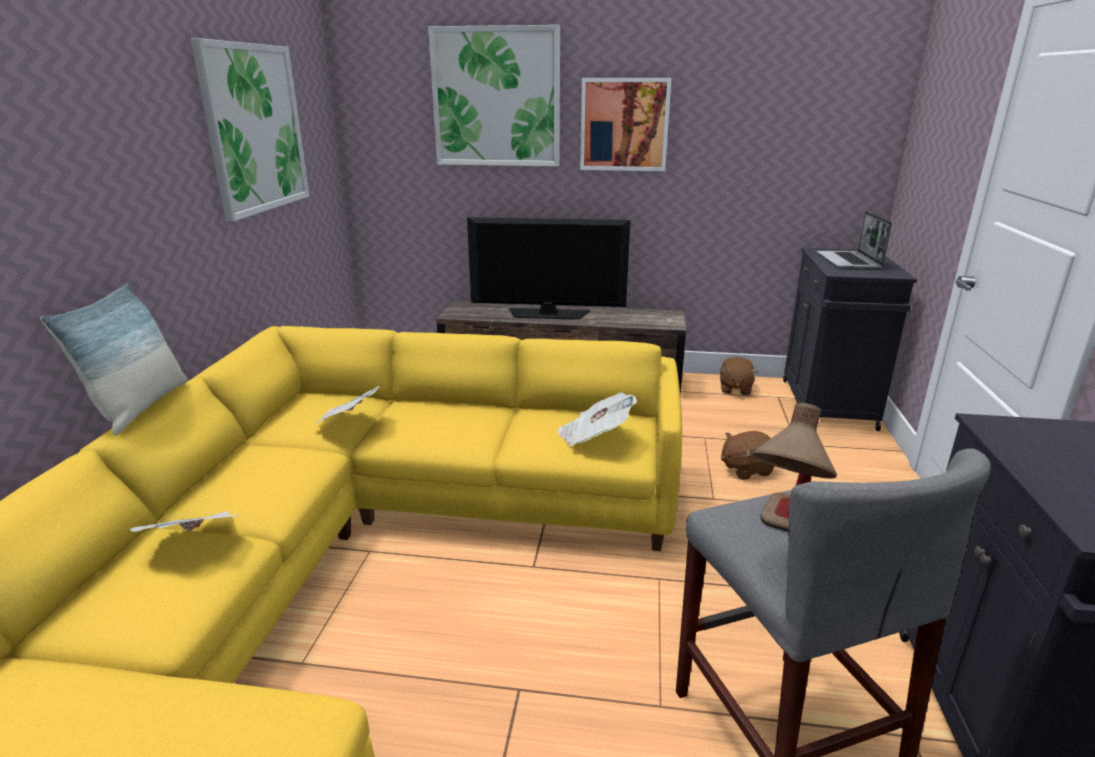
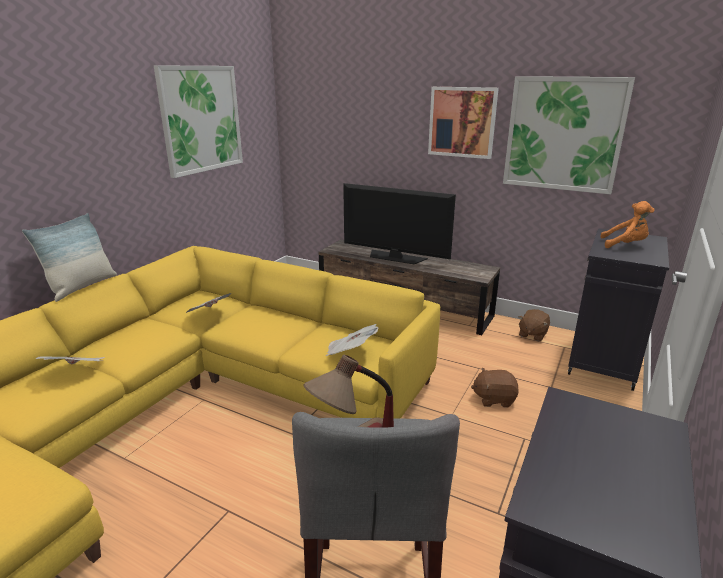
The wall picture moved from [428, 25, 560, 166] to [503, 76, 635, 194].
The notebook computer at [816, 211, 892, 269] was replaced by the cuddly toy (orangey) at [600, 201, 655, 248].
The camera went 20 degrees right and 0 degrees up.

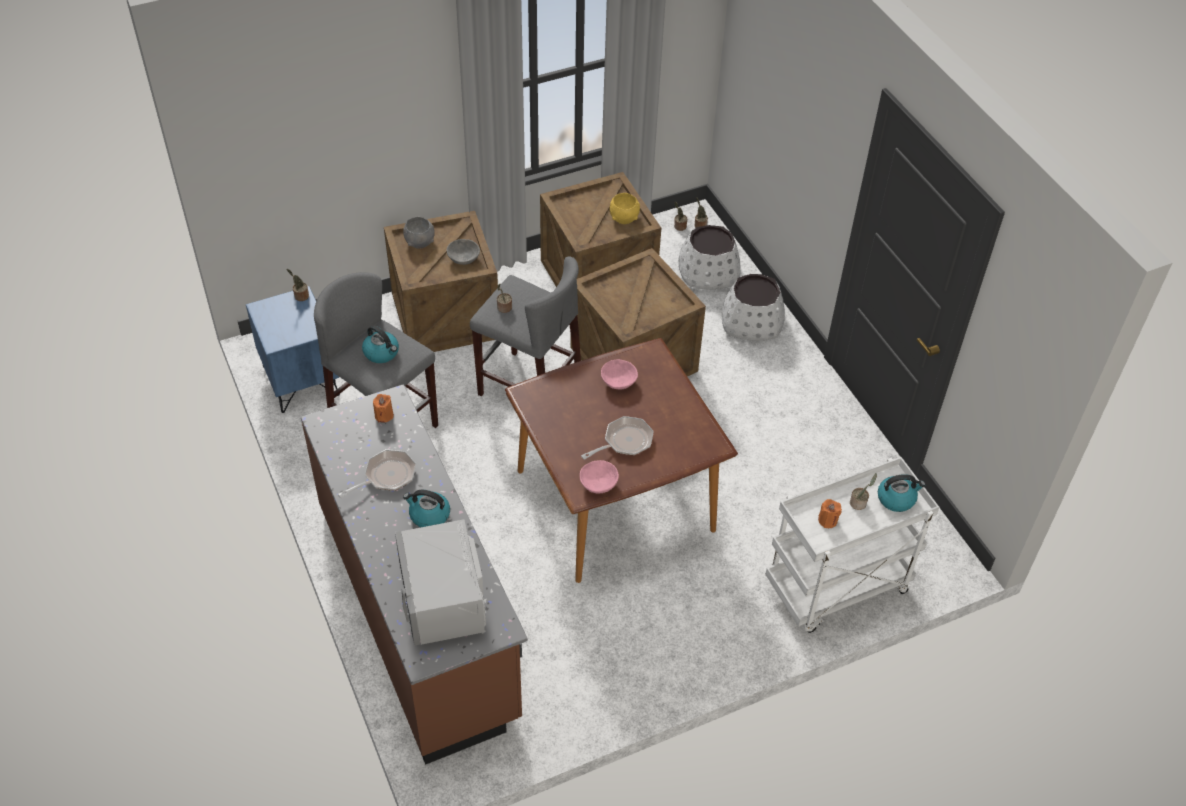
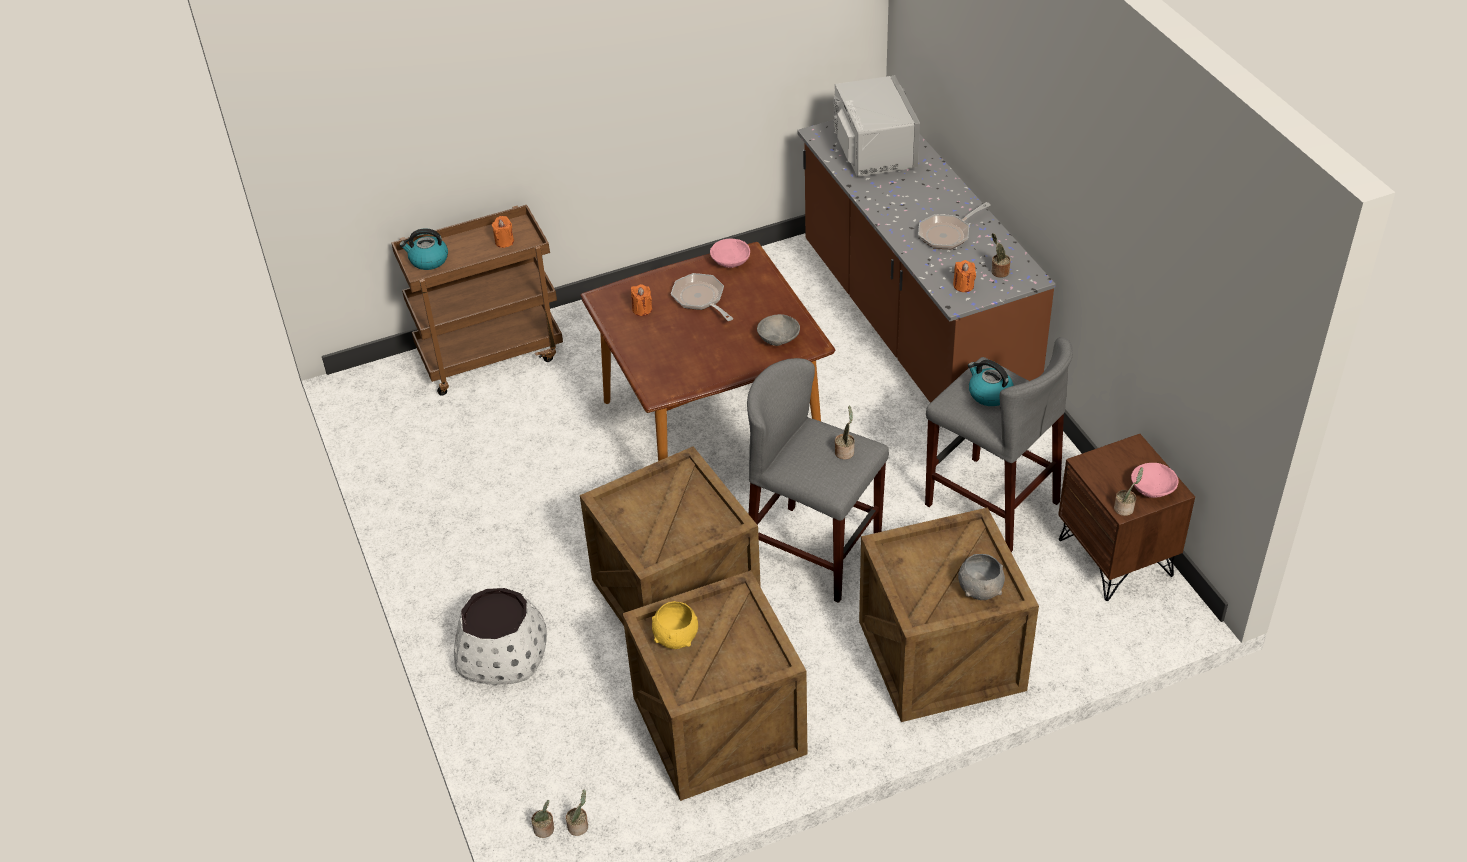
The cart (white) at [765, 457, 939, 633] became the cart (brown) at [391, 205, 563, 396].
The candle (orangey) at [631, 284, 652, 316] appeared.
The pan at [581, 416, 654, 460] turned 90 degrees clockwise.
The deep dish (gray) moved from [447, 239, 480, 265] to [757, 314, 800, 346].
The potted plant moved from [850, 473, 877, 510] to [991, 233, 1011, 277].
The night table (blue) at [246, 286, 340, 413] became the night table (brown) at [1058, 434, 1195, 601].
The deep dish (pink) moved from [601, 359, 638, 389] to [1131, 463, 1178, 498].
The kettle at [403, 490, 450, 527] disappeared.
The plant pot (white) at [679, 225, 741, 290] disappeared.
The camera went 175 degrees left and 5 degrees down.

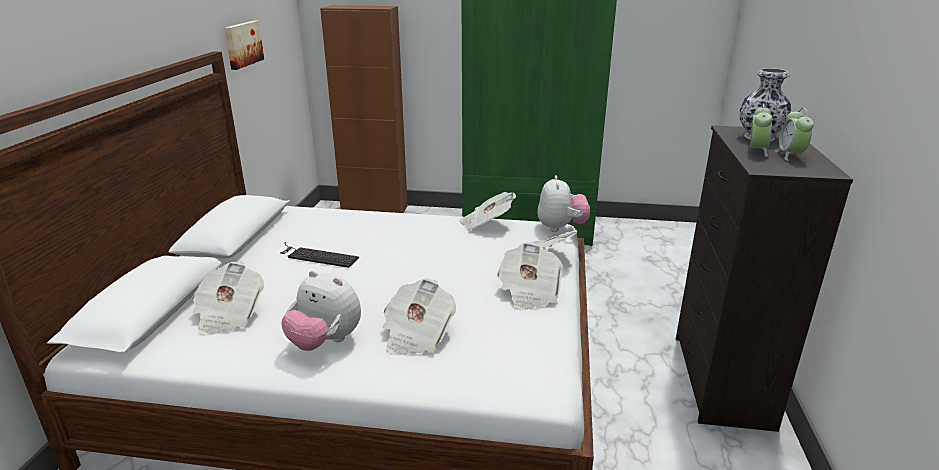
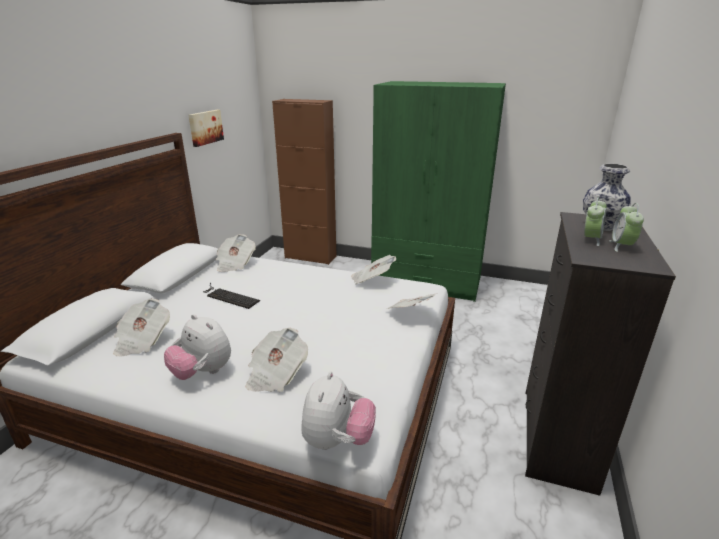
The daily paper moved from [497, 242, 563, 310] to [216, 234, 256, 272].
The cuddly toy moved from [537, 175, 590, 232] to [301, 371, 376, 450].
The camera went 10 degrees right and 0 degrees up.

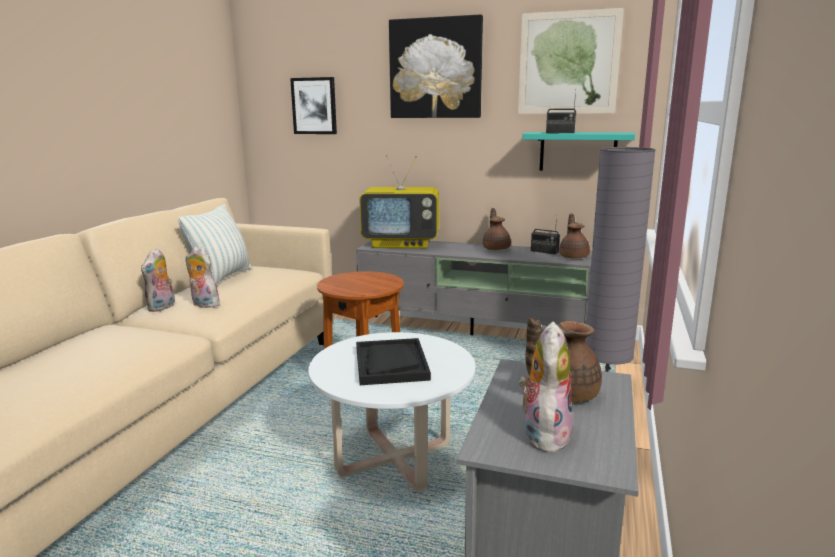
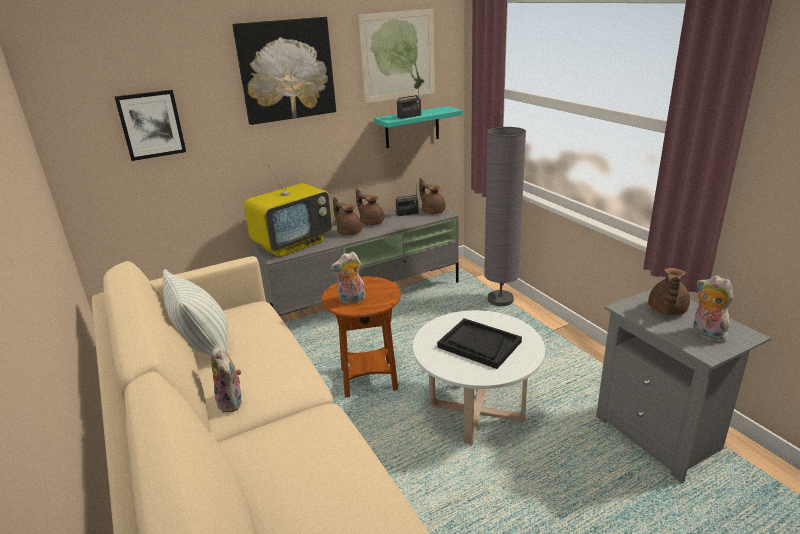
The cuddly toy moved from [185, 247, 220, 308] to [331, 252, 365, 304].
The tea pot (brown) at [333, 197, 362, 236] appeared.
The camera went 45 degrees left and 10 degrees up.

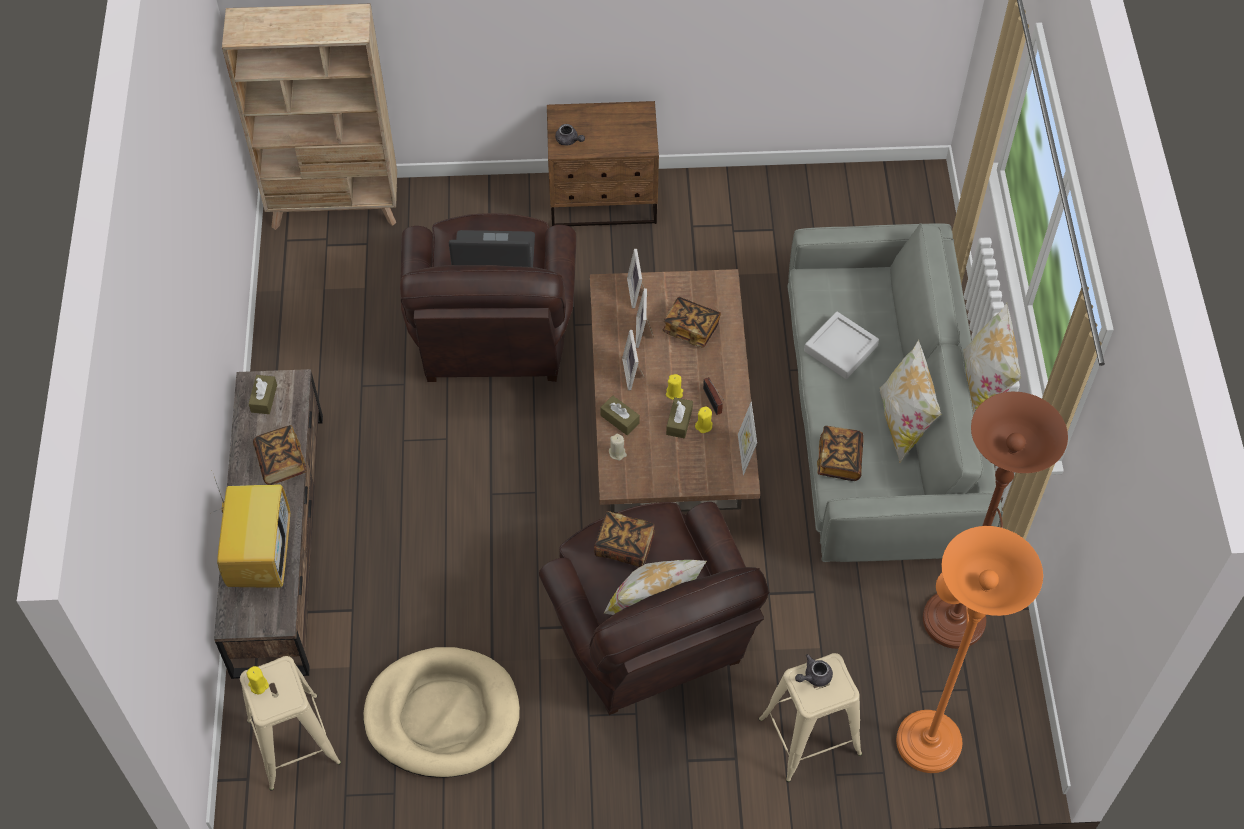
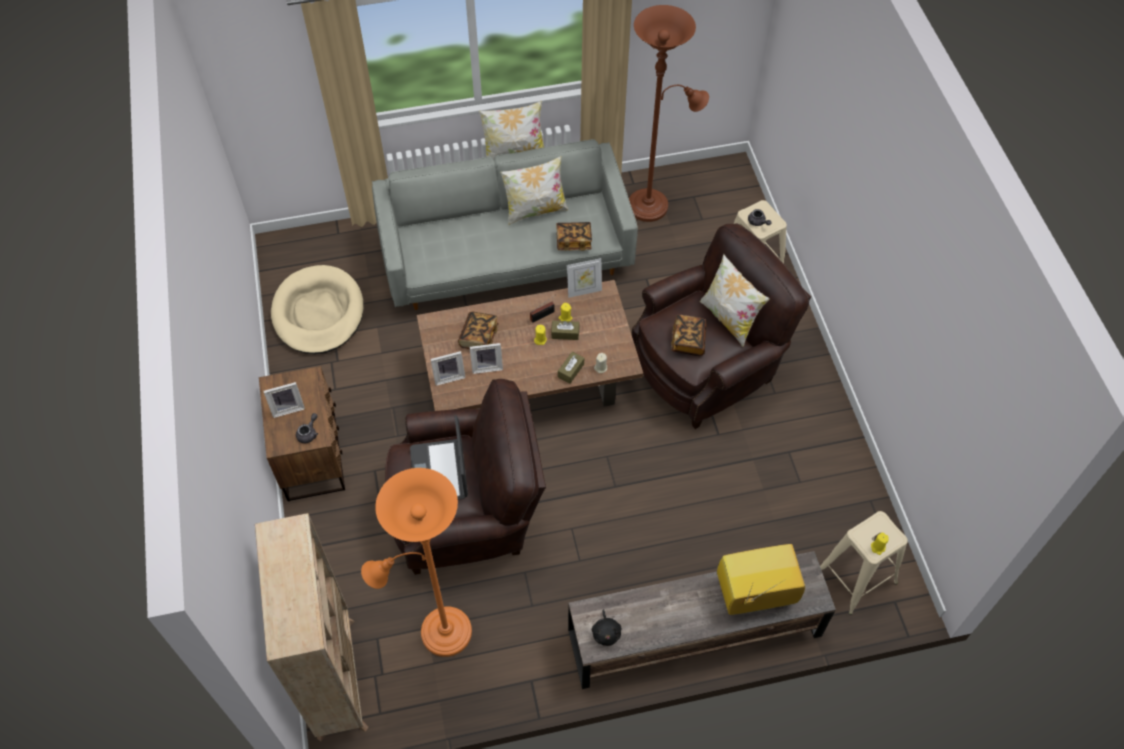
The picture frame moved from [622, 330, 644, 390] to [263, 382, 305, 418].
The pet bed (beige-coloured) moved from [363, 647, 520, 778] to [271, 265, 364, 354].
The floor lamp (orangey) moved from [896, 526, 1043, 773] to [361, 468, 472, 657].
The tissue holder (brown) at [249, 375, 277, 414] was replaced by the cuddly toy (black) at [592, 609, 622, 646].
The bound book at [253, 425, 306, 485] disappeared.
The serving tray (gray) at [804, 311, 879, 379] disappeared.
The camera went 100 degrees left and 0 degrees up.

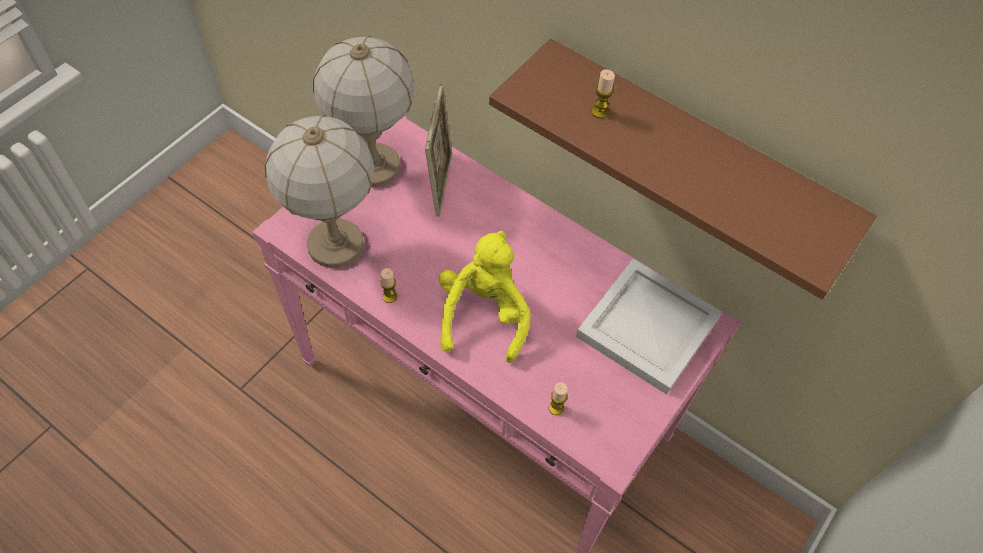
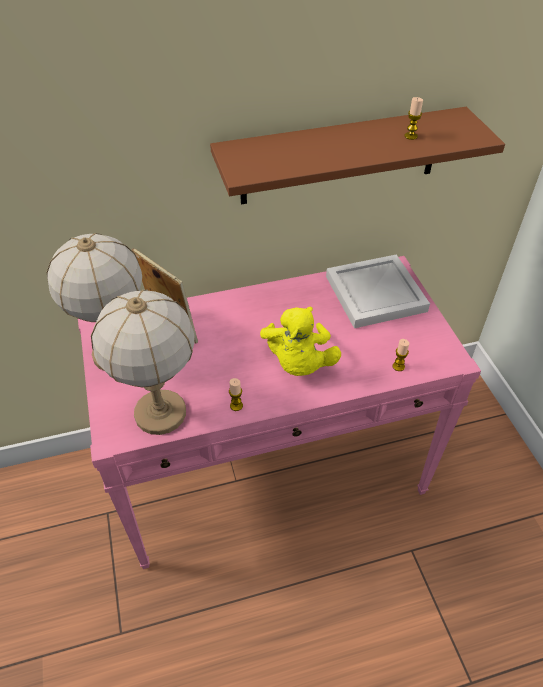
The cuddly toy (yellow-coloured) at [439, 231, 531, 363] turned 135 degrees counterclockwise.
The candle moved from [592, 69, 615, 118] to [404, 97, 423, 140].
The camera went 50 degrees left and 10 degrees down.

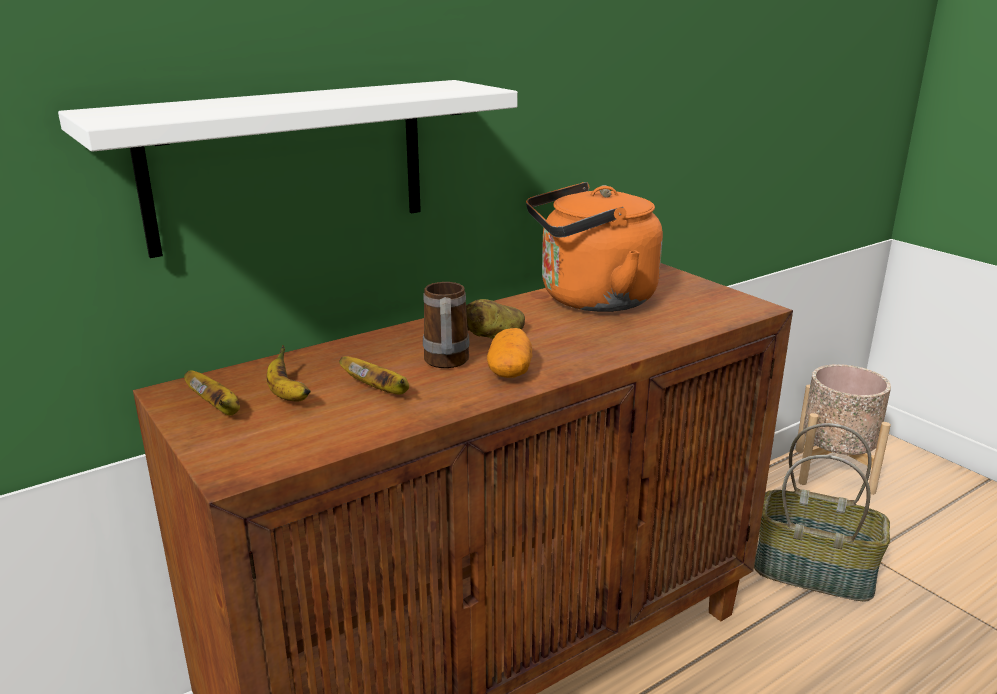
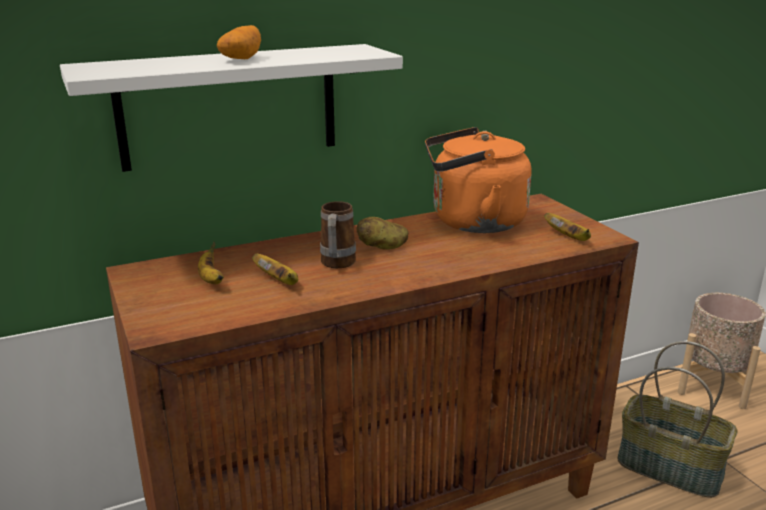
The whole potato moved from [487, 328, 532, 378] to [217, 25, 261, 59].
The banana moved from [184, 370, 240, 416] to [544, 213, 591, 241].
The camera went 10 degrees right and 0 degrees up.

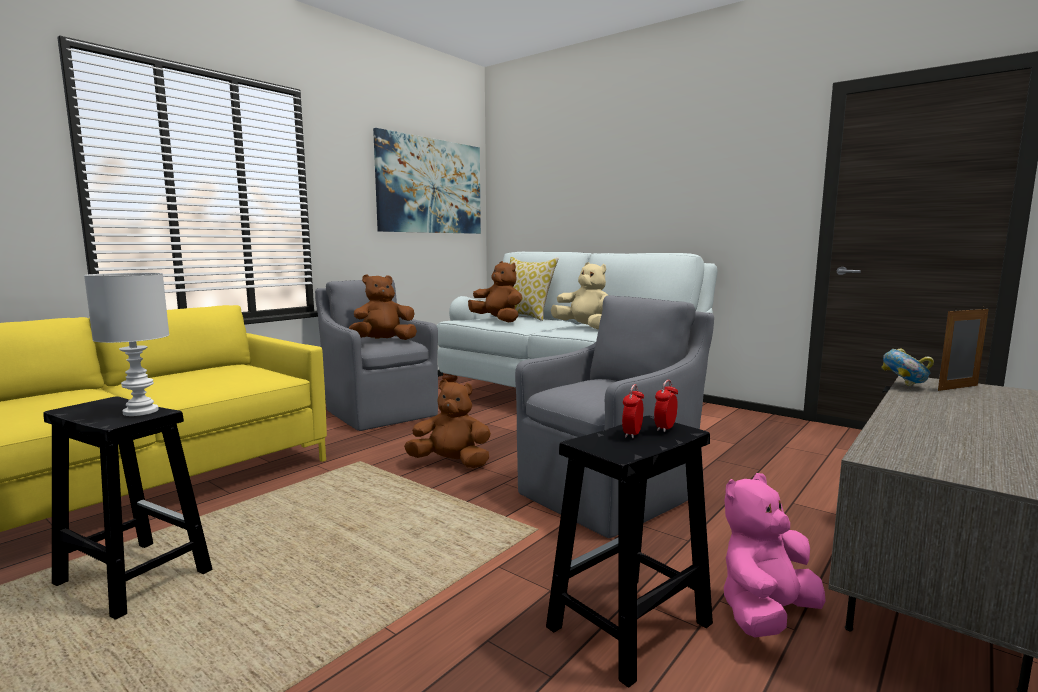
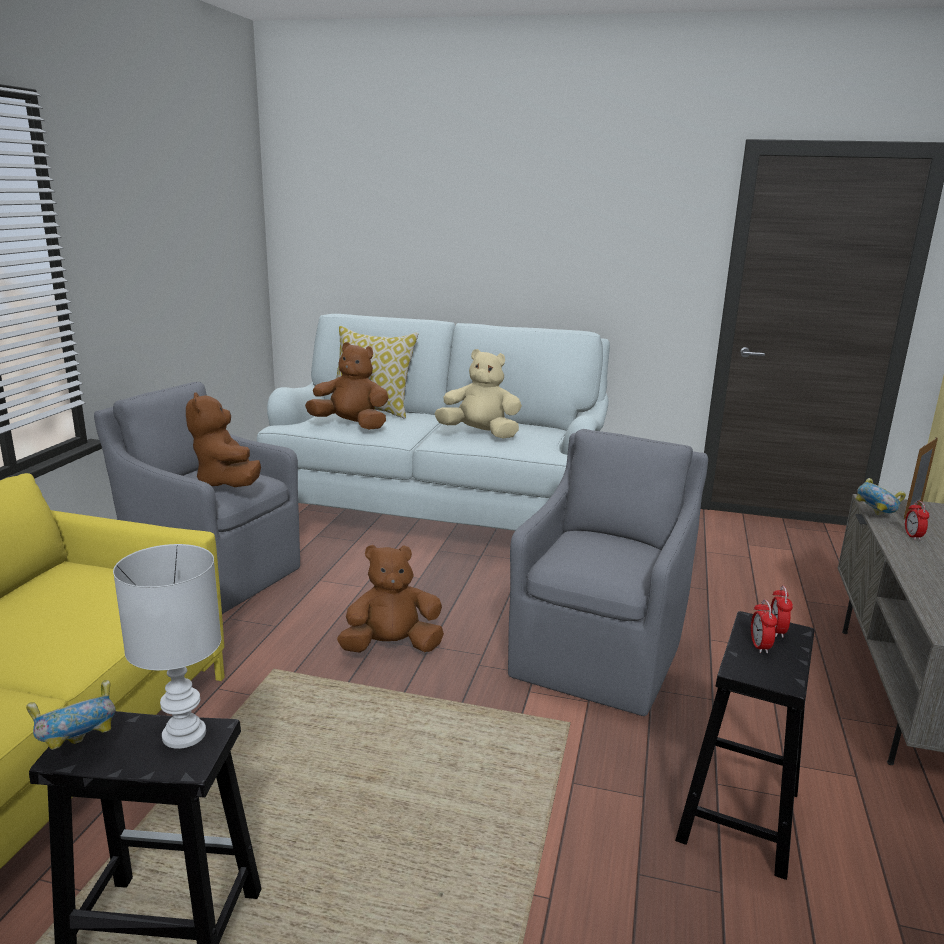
The deep dish at [26, 680, 115, 750] appeared.
The cuddly toy (brown) at [349, 275, 417, 340] turned 60 degrees counterclockwise.
The table clock at [905, 500, 929, 540] appeared.
The wall picture at [373, 128, 481, 234] disappeared.
The cuddly toy (pink) at [724, 473, 826, 638] disappeared.
The camera went 25 degrees left and 10 degrees up.

